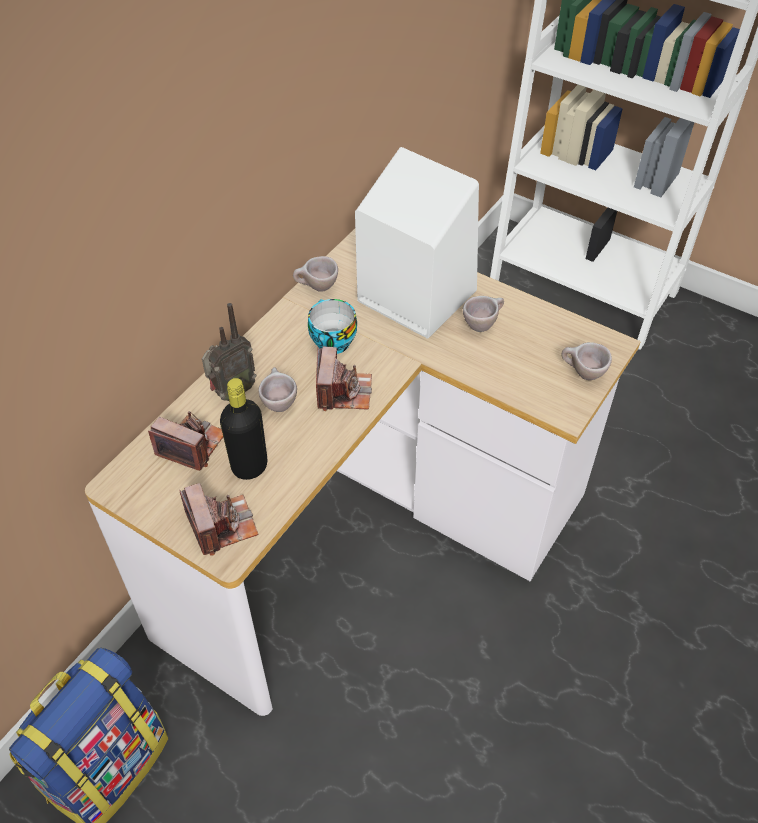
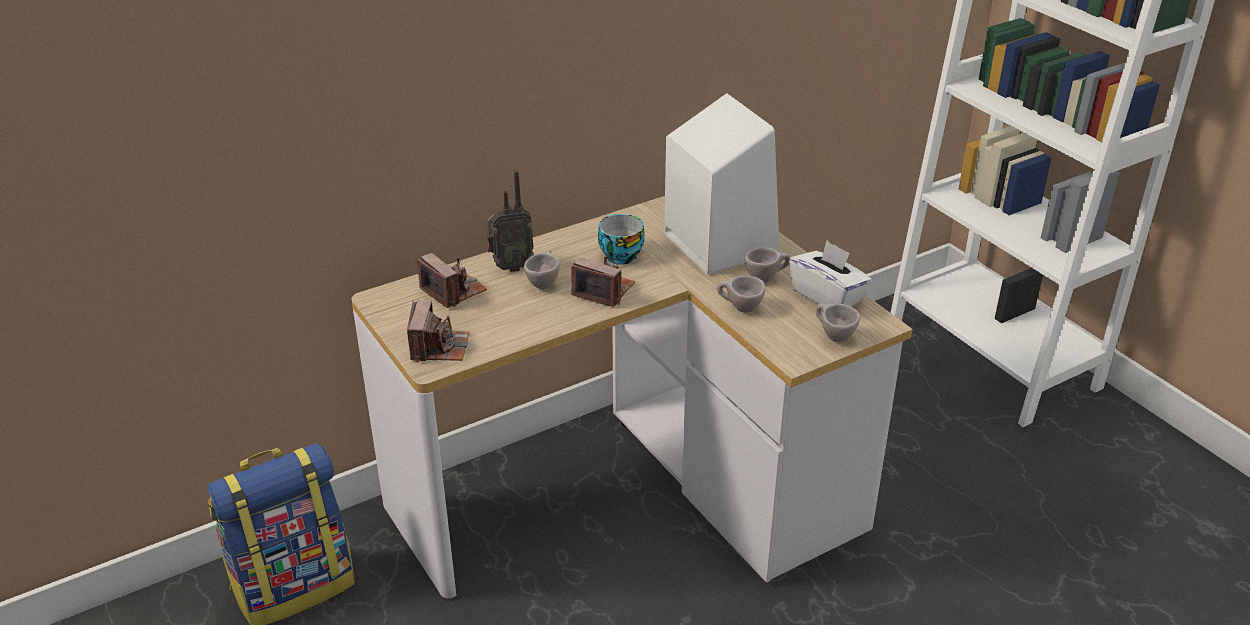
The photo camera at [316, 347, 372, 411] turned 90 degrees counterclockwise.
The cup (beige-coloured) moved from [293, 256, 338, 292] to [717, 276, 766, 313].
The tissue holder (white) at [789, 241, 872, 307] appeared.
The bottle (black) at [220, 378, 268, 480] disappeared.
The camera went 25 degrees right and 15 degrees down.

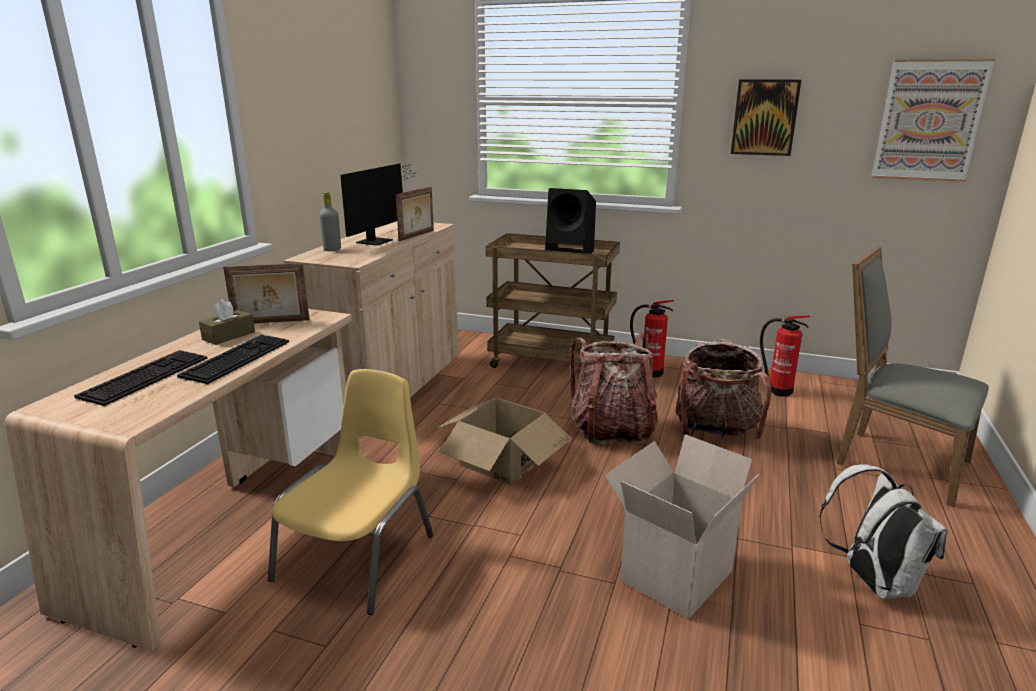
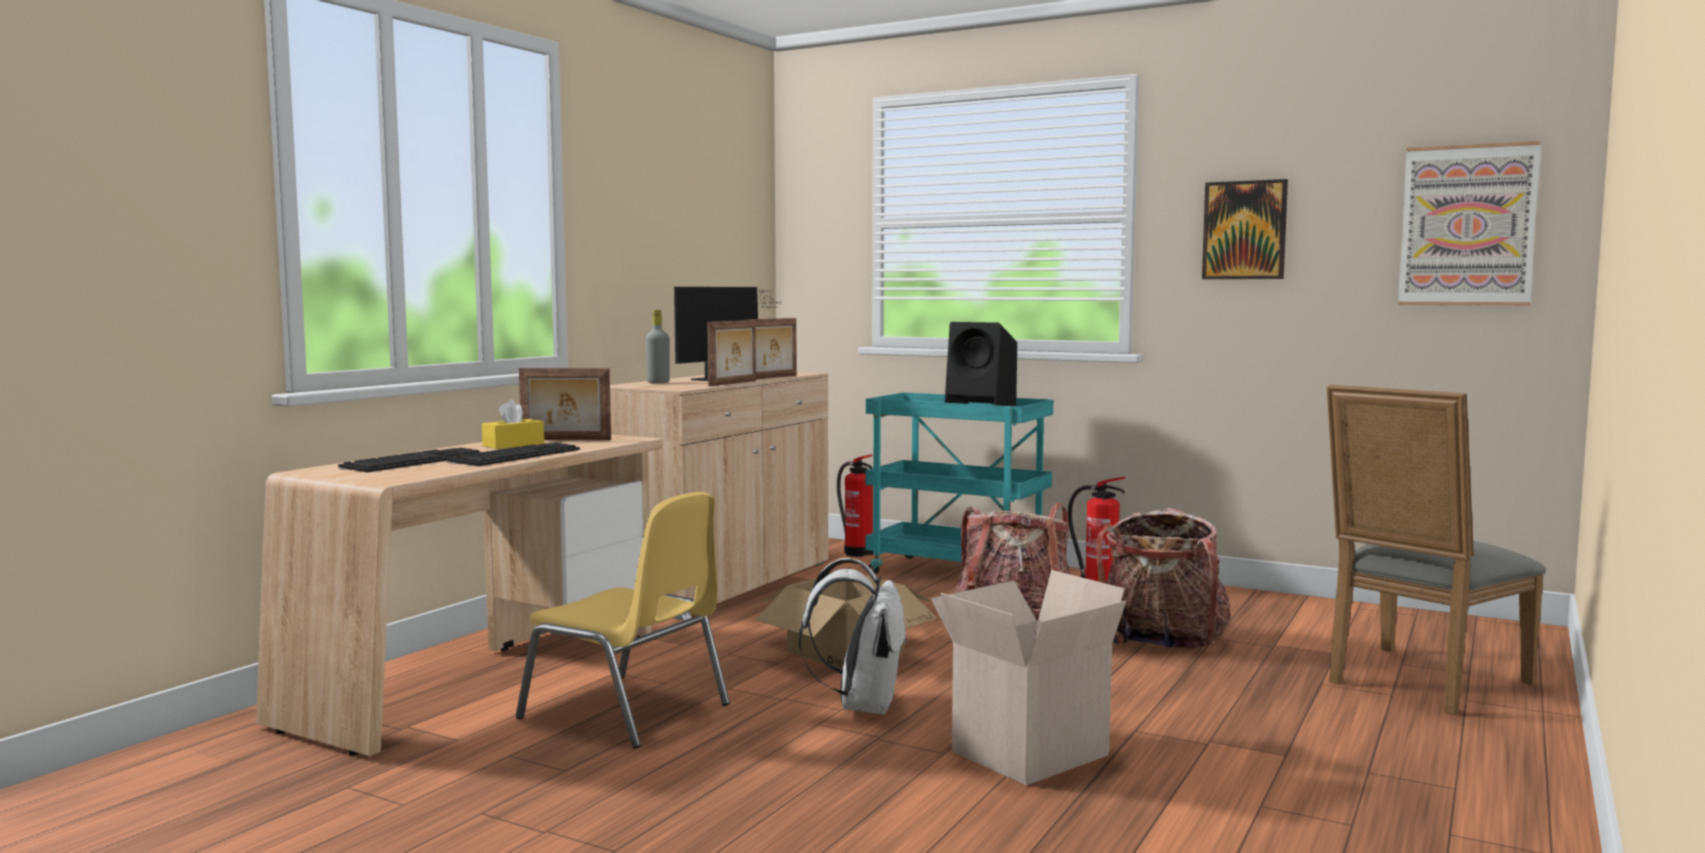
The tissue holder (brown) at [199, 299, 255, 345] became the tissue holder (yellow-coloured) at [482, 400, 544, 449].
The upright chair (yellow-coloured) at [268, 369, 434, 615] turned 90 degrees clockwise.
The picture frame at [707, 320, 756, 387] appeared.
The knapsack (white) moved from [819, 464, 948, 599] to [799, 558, 907, 715].
The fire extinguisher moved from [760, 315, 810, 397] to [837, 454, 873, 557].
The cart (brown) at [486, 233, 620, 373] became the cart (blue-green) at [865, 392, 1053, 574].
The upright chair (gray) at [837, 247, 989, 507] turned 90 degrees counterclockwise.
The camera went 10 degrees right and 15 degrees down.

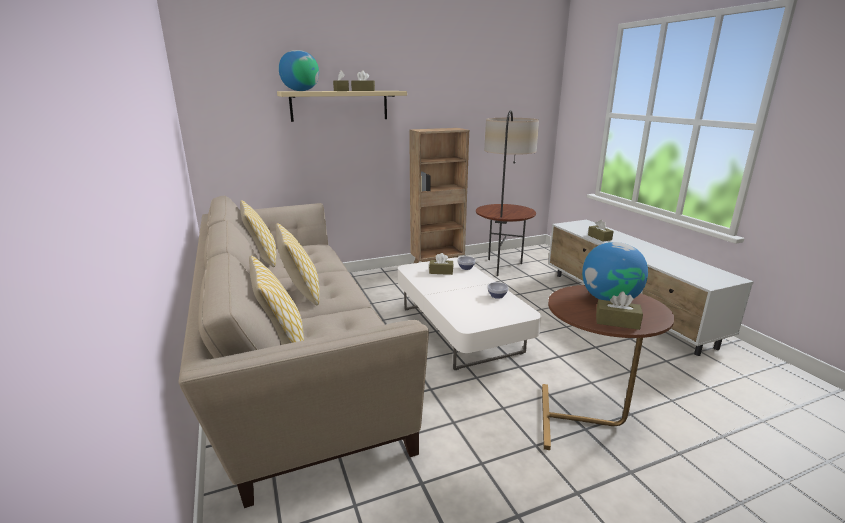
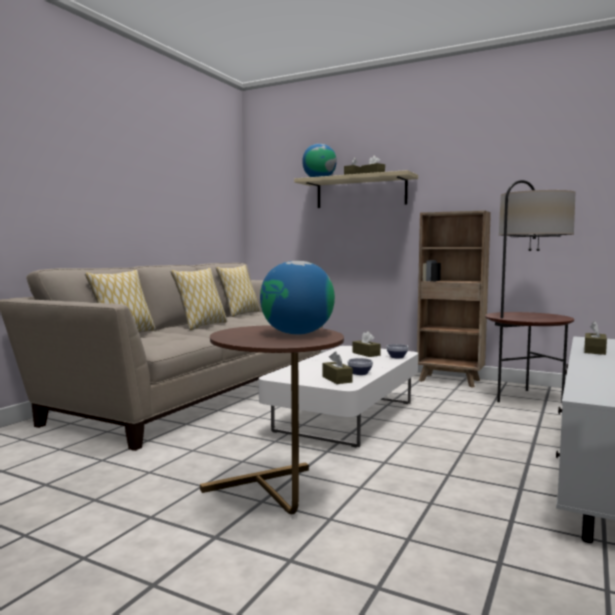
The tissue holder (brown) moved from [596, 291, 643, 330] to [322, 351, 353, 384].
The camera went 50 degrees right and 15 degrees down.

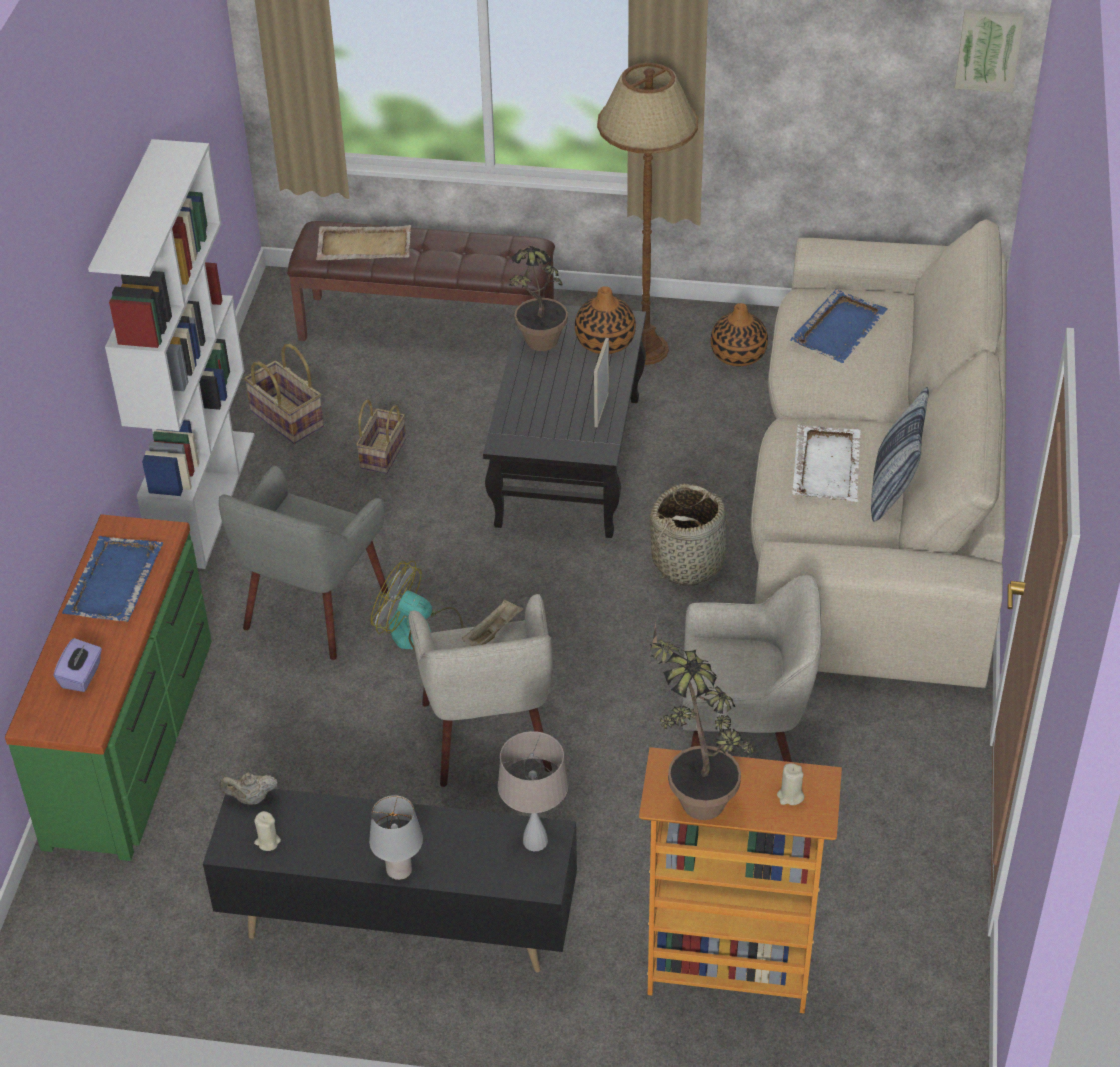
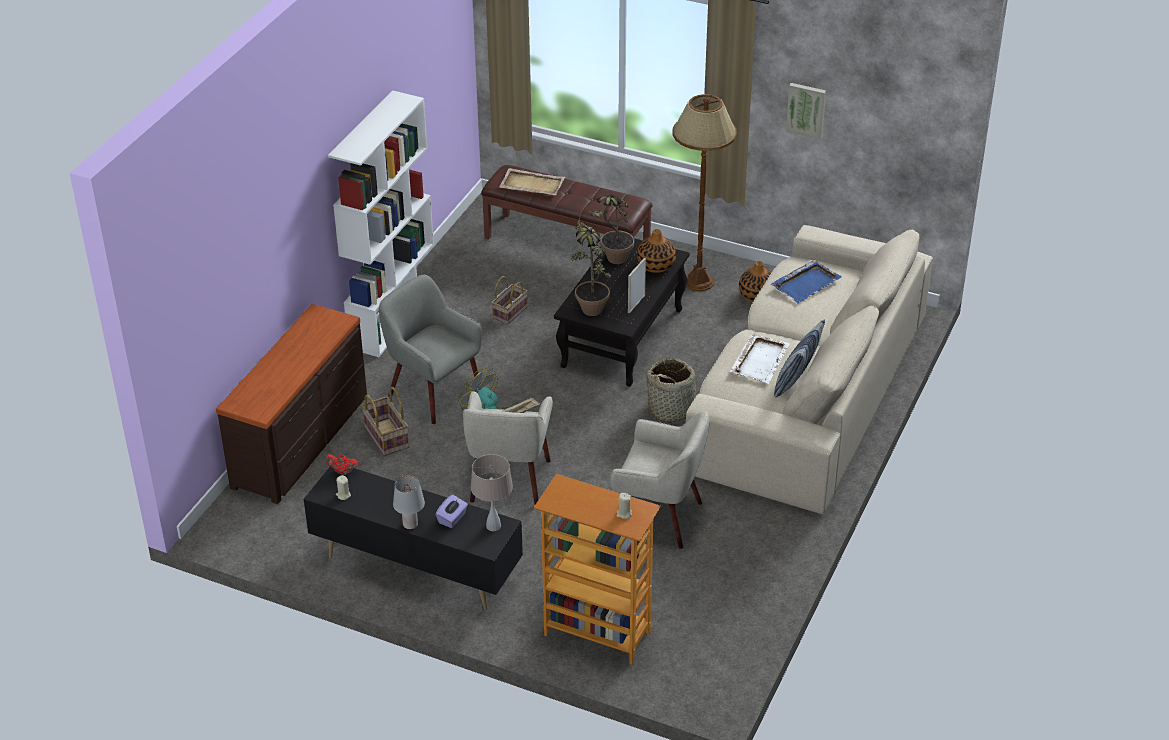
The chest of drawers (green) at [5, 514, 212, 861] became the chest of drawers (brown) at [216, 304, 367, 504].
The tea pot (beige-coloured) at [220, 773, 278, 805] became the tea pot (red-coloured) at [325, 454, 359, 475].
The household basket moved from [244, 344, 324, 444] to [362, 387, 409, 456].
The armchair (gray) at [219, 466, 388, 660] turned 90 degrees clockwise.
The tissue holder (purple) moved from [53, 638, 102, 692] to [435, 495, 468, 528].
The potted plant moved from [650, 621, 755, 820] to [571, 214, 611, 316].
The wall picture moved from [955, 10, 1024, 93] to [786, 83, 826, 140].
The serving tray (blue) at [62, 536, 163, 622] disappeared.
The camera went 15 degrees right and 5 degrees down.

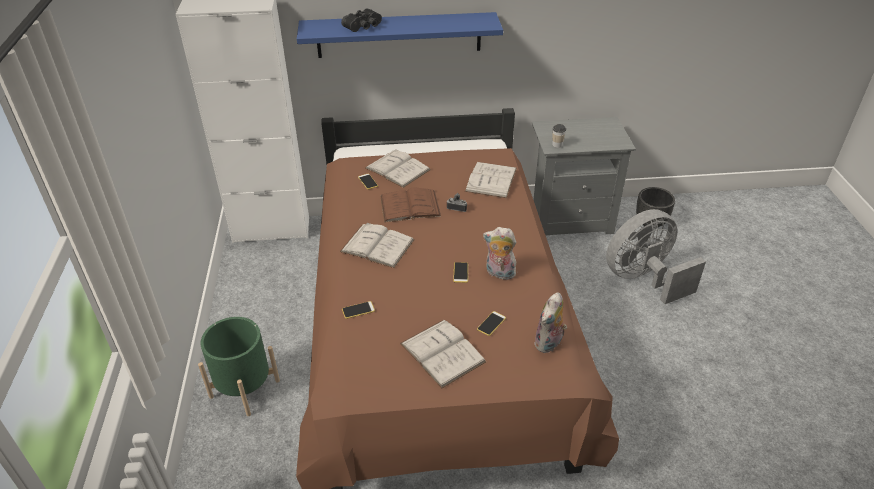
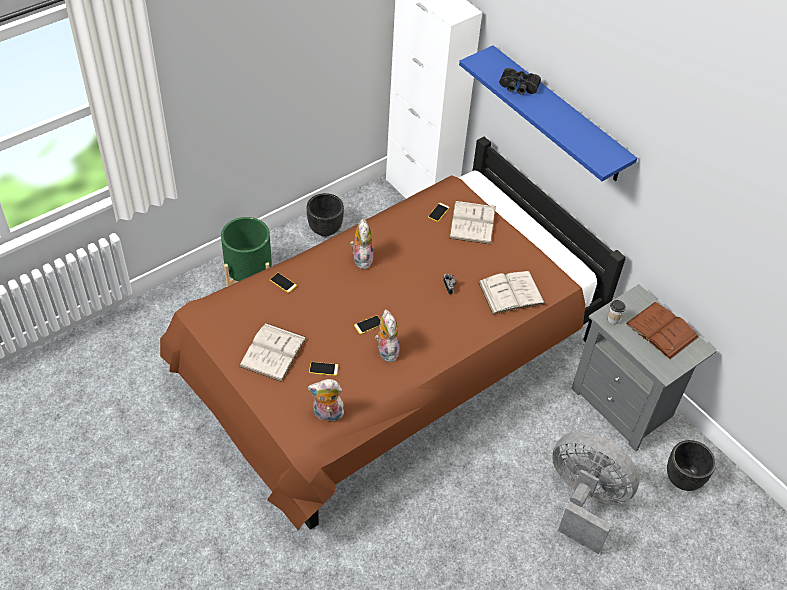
The plant pot (black) at [307, 193, 344, 237] appeared.
The bound book (white) at [340, 223, 415, 268] was replaced by the cuddly toy at [350, 219, 373, 269].
The bound book (brown) moved from [380, 188, 441, 222] to [626, 302, 699, 360].
The camera went 55 degrees right and 10 degrees up.

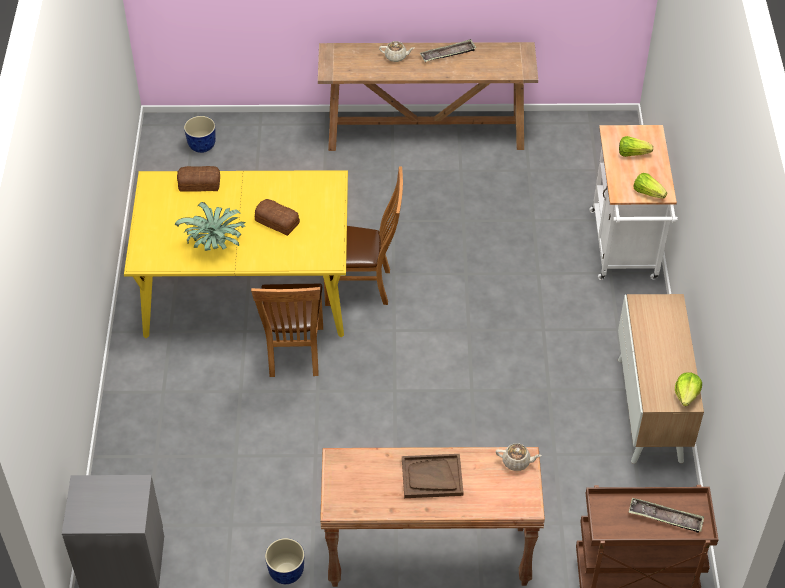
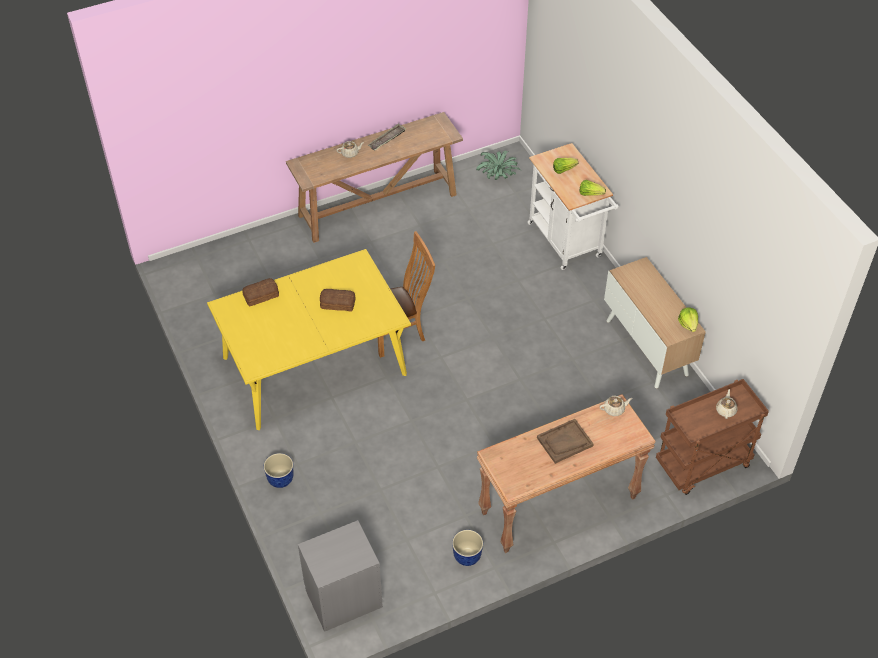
The plant pot moved from [184, 116, 216, 153] to [264, 453, 293, 488].
The potted plant moved from [175, 202, 246, 251] to [476, 150, 521, 180].
The serving tray at [628, 498, 704, 533] was replaced by the tea pot (beige-coloured) at [716, 389, 738, 419].
The upright chair (brown) at [251, 284, 323, 377] disappeared.
The camera went 25 degrees left and 0 degrees up.

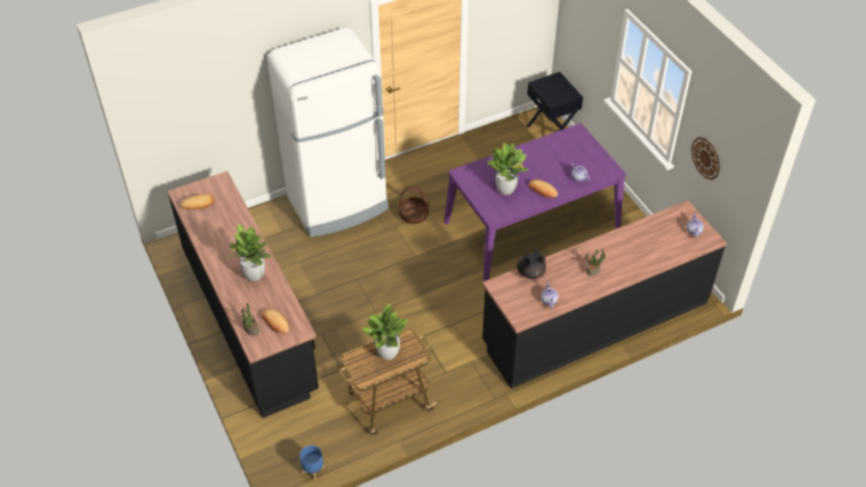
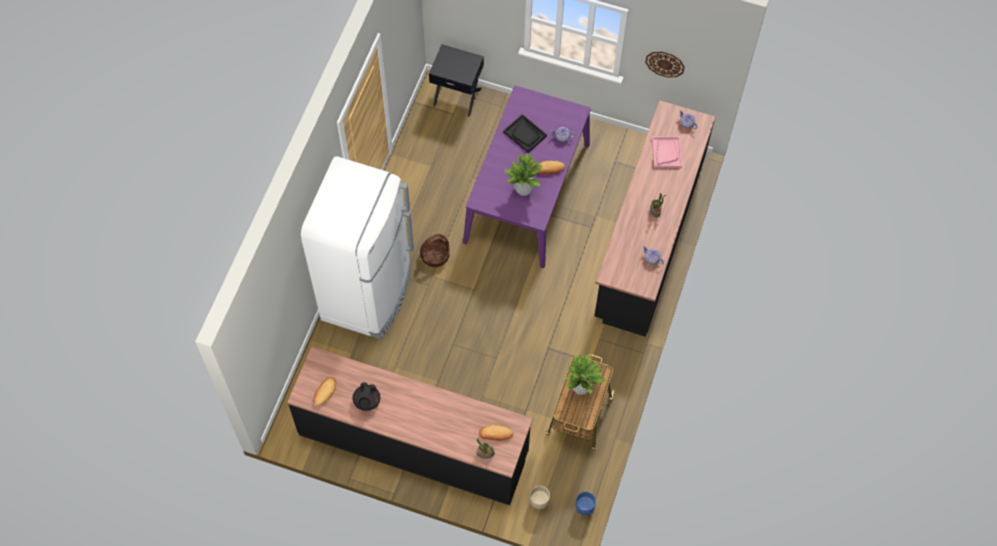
The tea pot (black) moved from [517, 249, 546, 279] to [352, 382, 380, 411].
The serving tray (black) at [503, 114, 547, 153] appeared.
The plant pot (beige-coloured) at [530, 486, 550, 513] appeared.
The serving tray (pink) at [652, 136, 682, 168] appeared.
The potted plant at [228, 224, 271, 282] disappeared.
The camera went 45 degrees left and 15 degrees up.

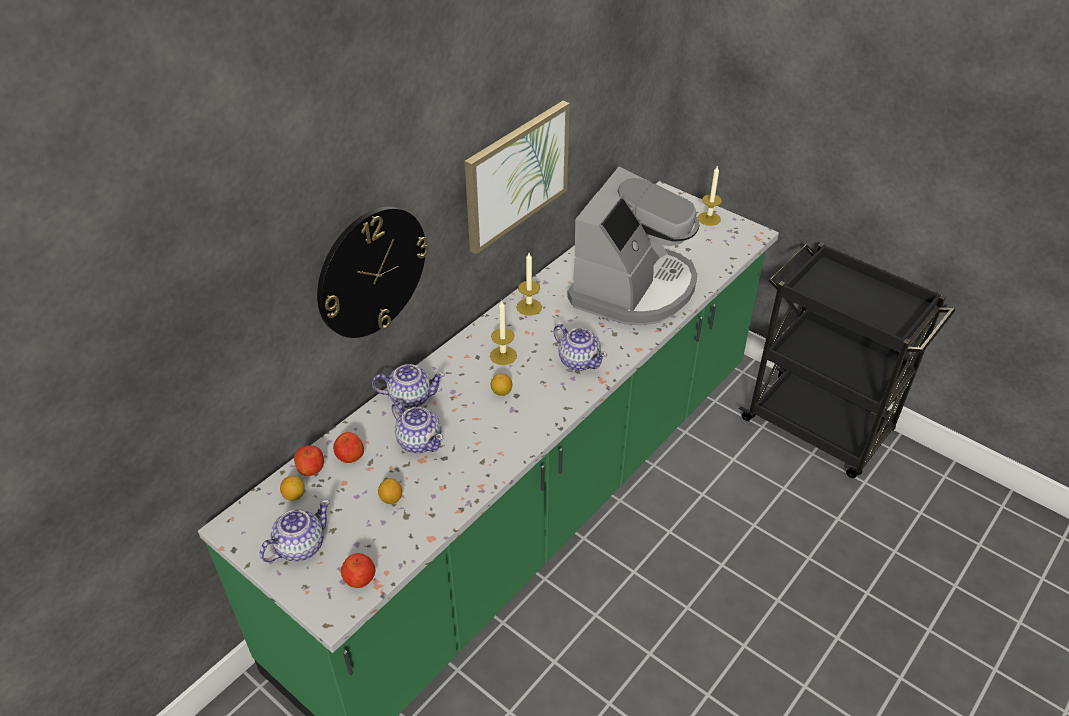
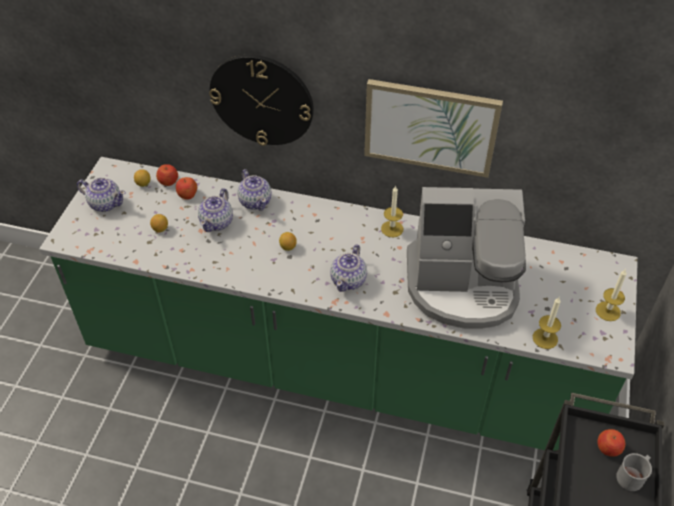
The candle moved from [490, 301, 517, 365] to [533, 297, 561, 349].
The whole apple moved from [341, 553, 375, 588] to [597, 429, 626, 457].
The tea mug (gray) at [616, 453, 652, 491] appeared.
The camera went 65 degrees right and 5 degrees up.

